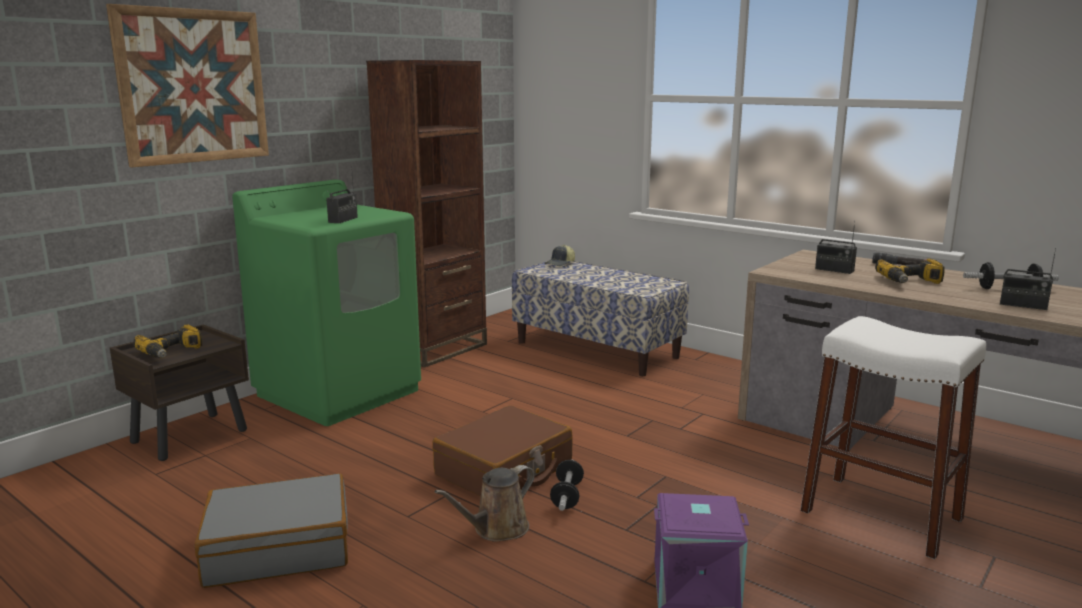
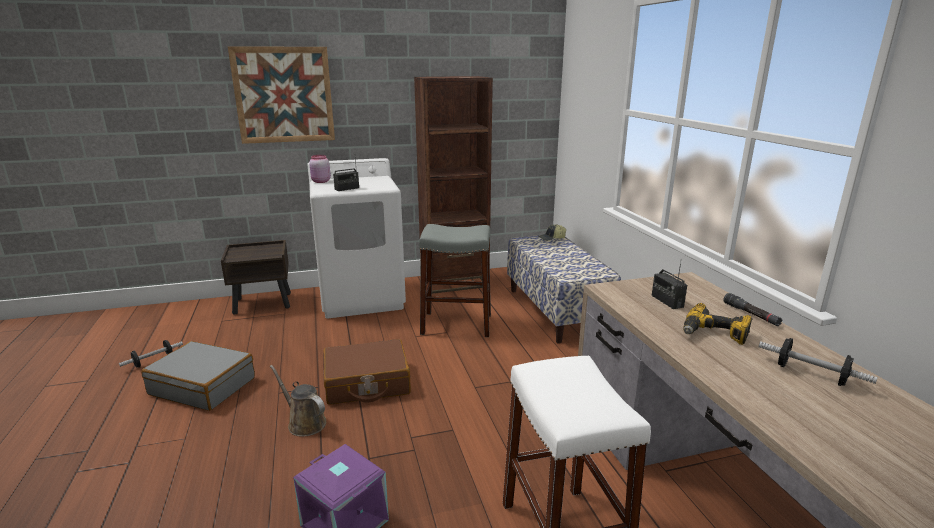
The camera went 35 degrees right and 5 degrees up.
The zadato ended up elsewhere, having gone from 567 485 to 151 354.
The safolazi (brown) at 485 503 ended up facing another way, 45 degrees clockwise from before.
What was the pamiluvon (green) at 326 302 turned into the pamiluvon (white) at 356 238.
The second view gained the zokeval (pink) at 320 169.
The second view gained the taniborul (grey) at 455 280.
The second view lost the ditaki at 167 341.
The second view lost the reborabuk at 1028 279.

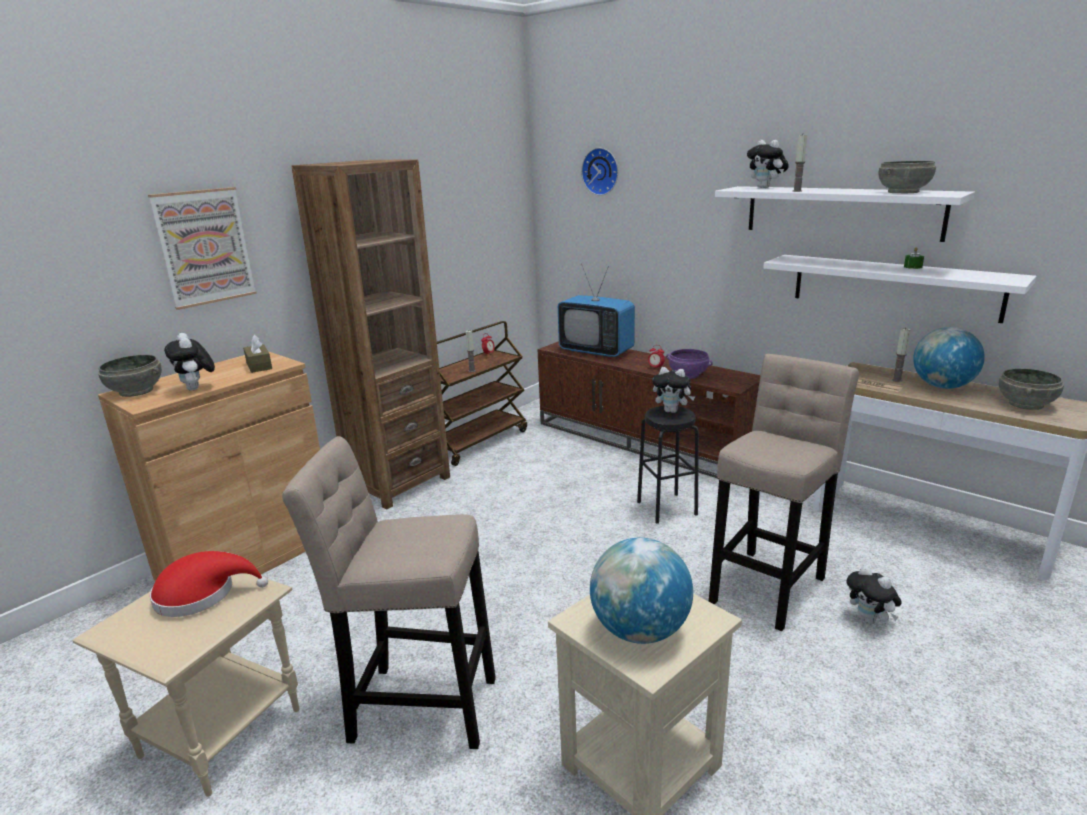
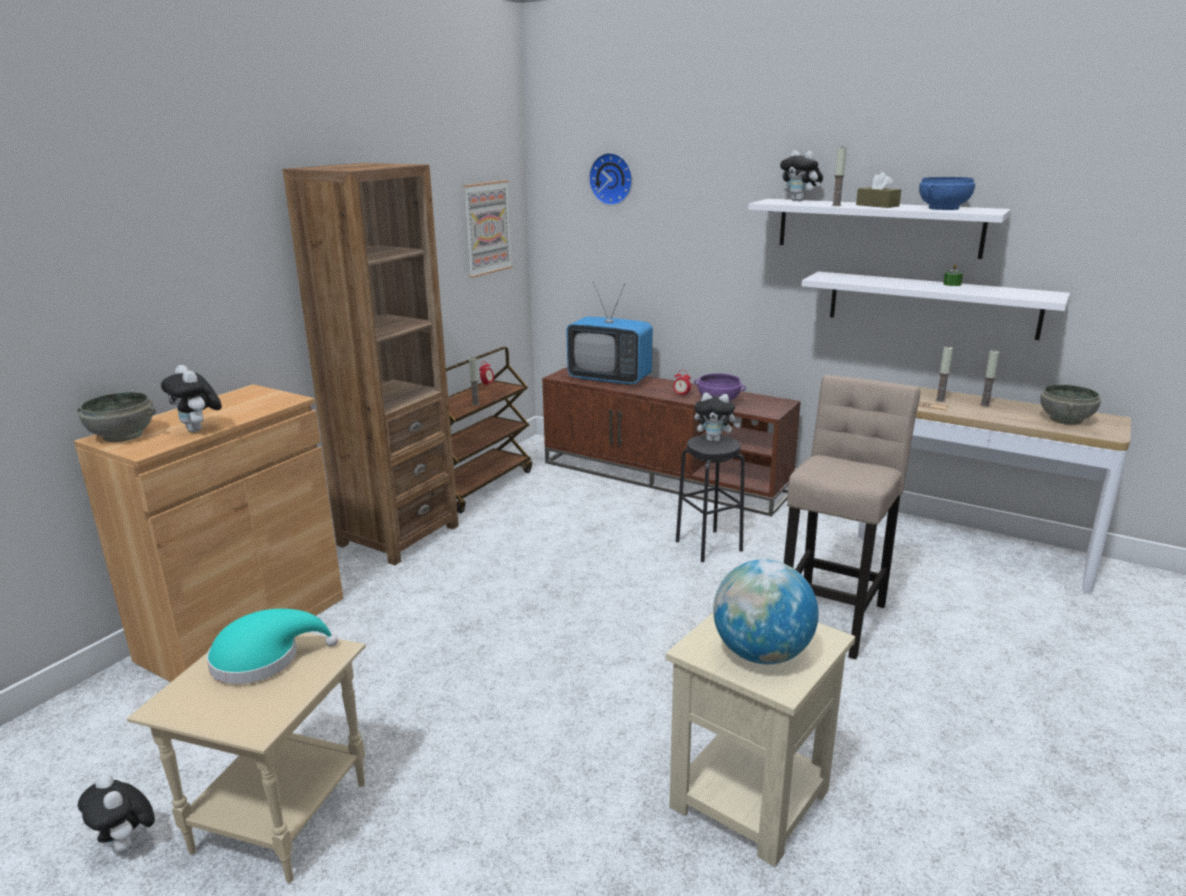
The camera went 10 degrees left and 0 degrees up.
The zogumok ended up elsewhere, having gone from 874 595 to 116 814.
What was the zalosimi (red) at 209 584 turned into the zalosimi (turquoise) at 272 646.
The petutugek ended up elsewhere, having gone from 202 248 to 488 229.
The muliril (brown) ended up elsewhere, having gone from 257 354 to 878 190.
What was the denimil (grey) at 907 177 turned into the denimil (blue) at 947 193.
Where the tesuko stood at 949 358, the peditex came to stand at 989 378.
The second view lost the taniborul (beige) at 389 592.

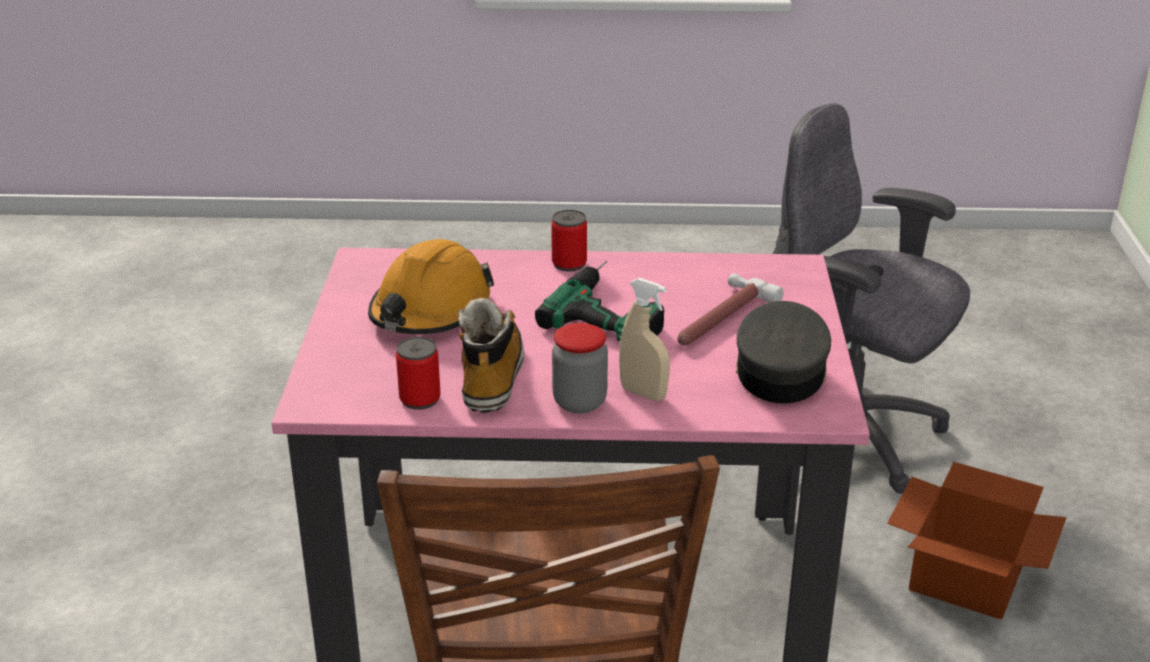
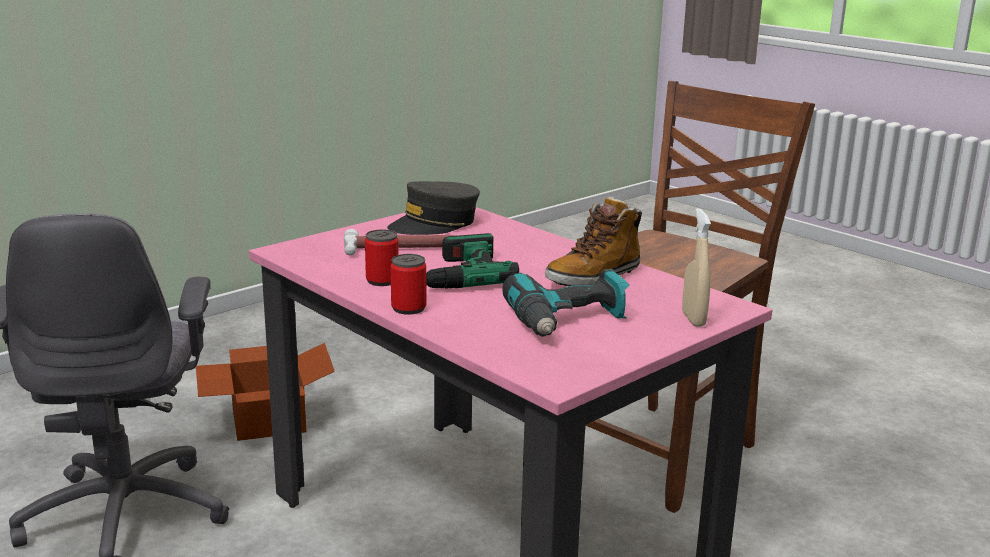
The camera went 135 degrees left and 10 degrees down.
The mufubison ended up elsewhere, having gone from 418 373 to 382 258.
Where the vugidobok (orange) stood at 431 286, the ditaki came to stand at 566 302.
The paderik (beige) ended up elsewhere, having gone from 644 339 to 696 267.
The second view lost the zokeval at 580 368.

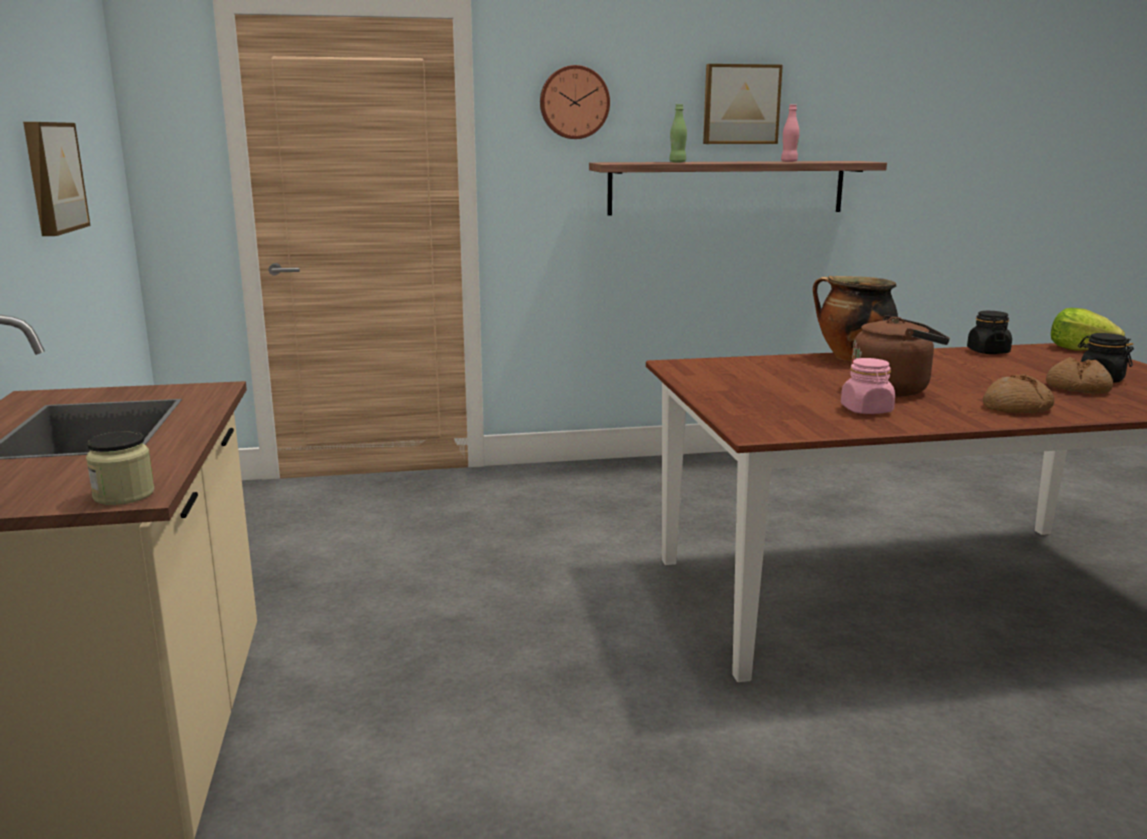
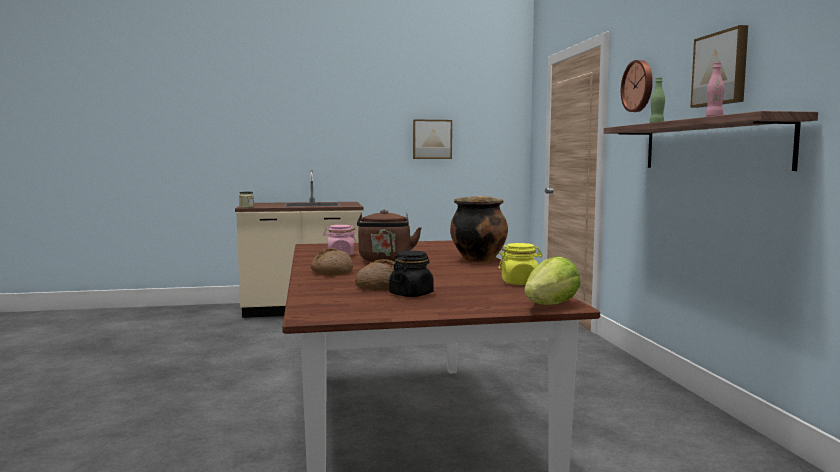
The camera went 90 degrees right and 10 degrees down.
What was the zokeval (black) at 989 332 turned into the zokeval (yellow) at 521 264.

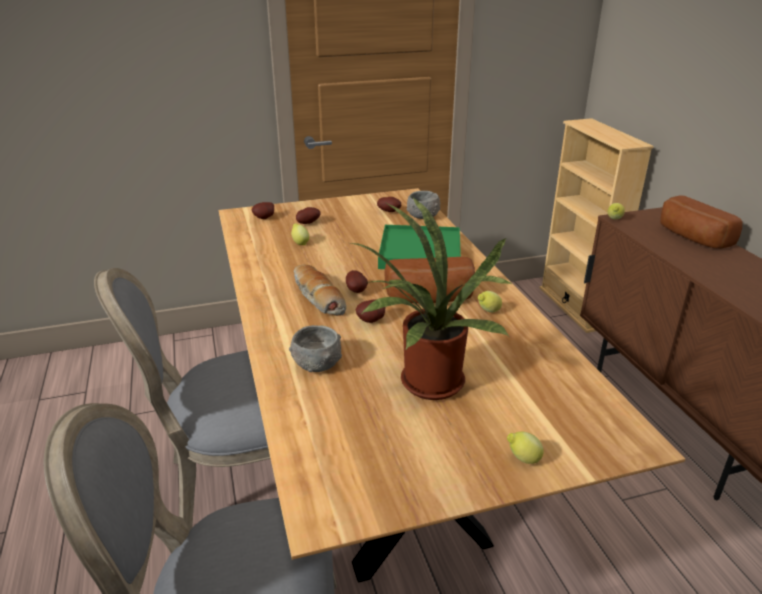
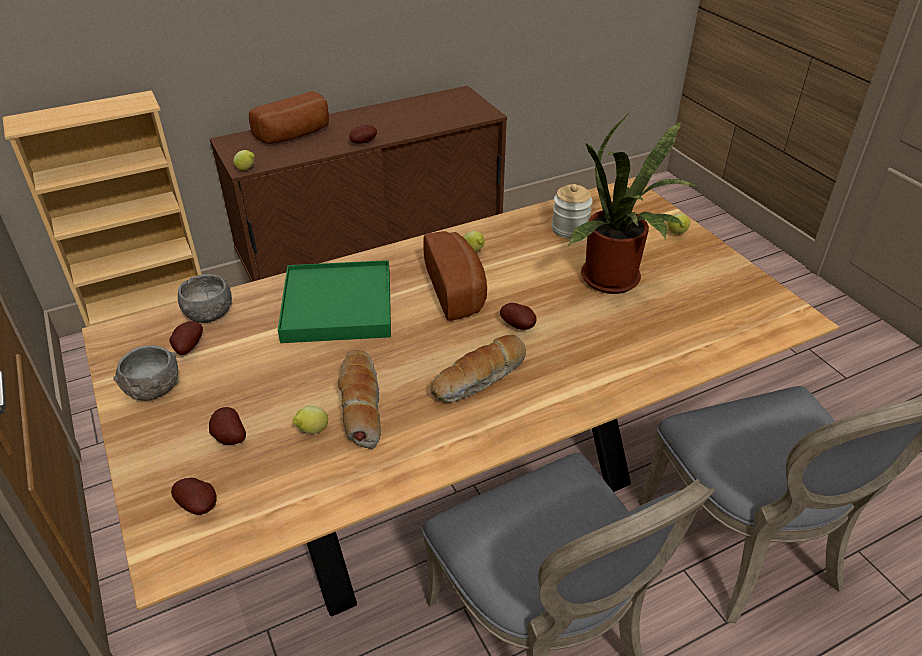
The camera went 100 degrees left and 10 degrees up.
The denimil (grey) ended up elsewhere, having gone from 315 348 to 146 373.
The second view gained the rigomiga at 359 399.
The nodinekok ended up elsewhere, having gone from 357 281 to 363 134.
The second view gained the zokeval at 572 211.

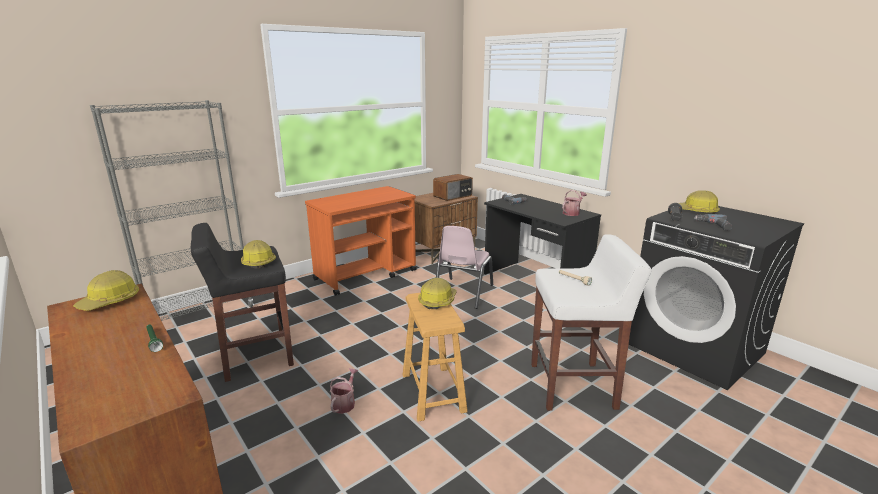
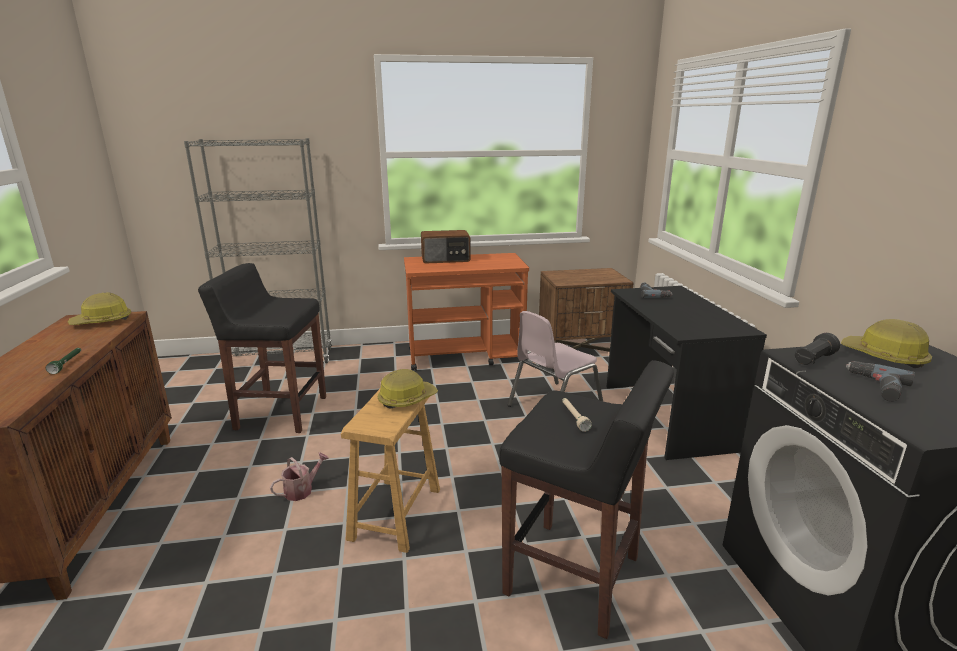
The camera went 30 degrees right and 0 degrees up.
The reborabuk ended up elsewhere, having gone from 453 187 to 446 247.
What was the taniborul (white) at 591 322 turned into the taniborul (black) at 586 499.
The second view lost the vugidobok at 258 254.
The second view lost the safolazi at 574 203.

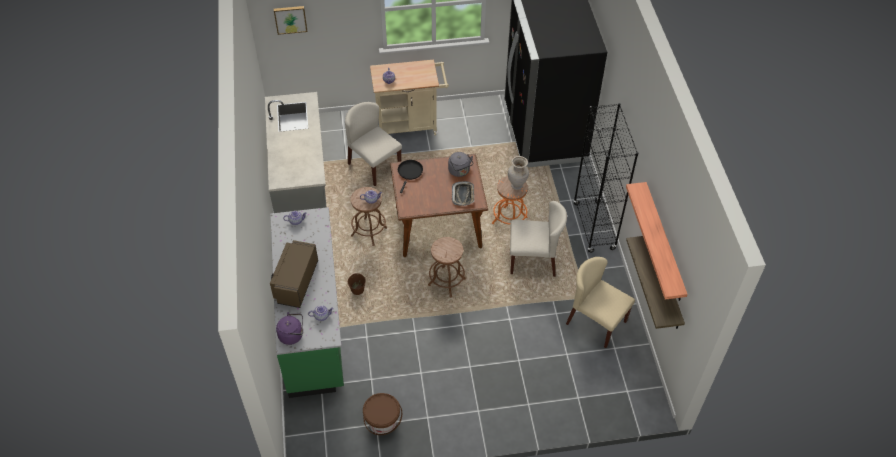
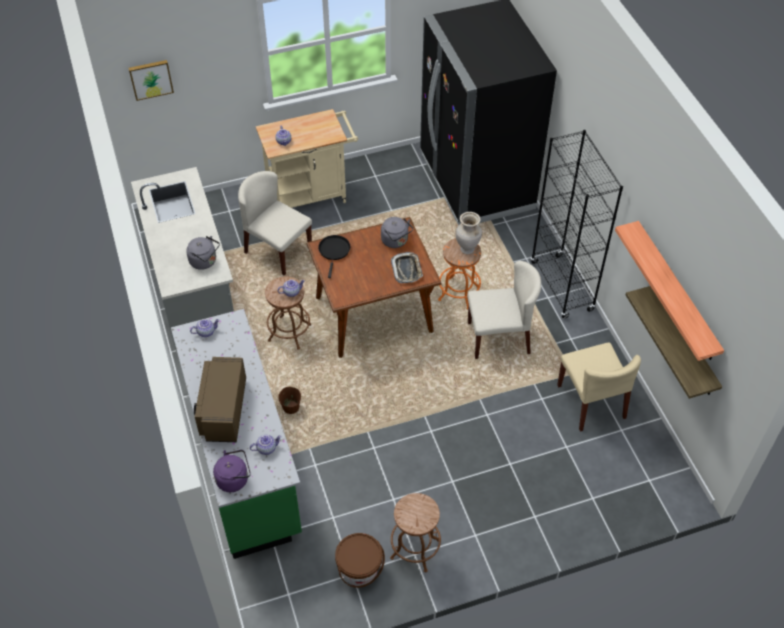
The camera went 10 degrees left and 0 degrees up.
The second view gained the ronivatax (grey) at 203 253.
The taniborul (brown) ended up elsewhere, having gone from 447 267 to 415 532.
The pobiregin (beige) at 600 302 ended up facing another way, 135 degrees counterclockwise from before.

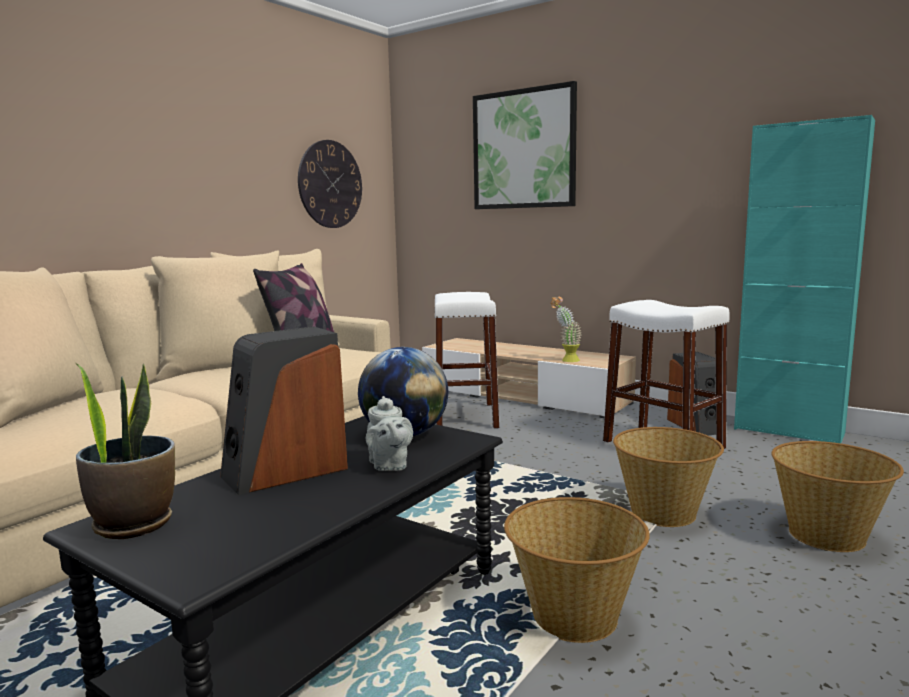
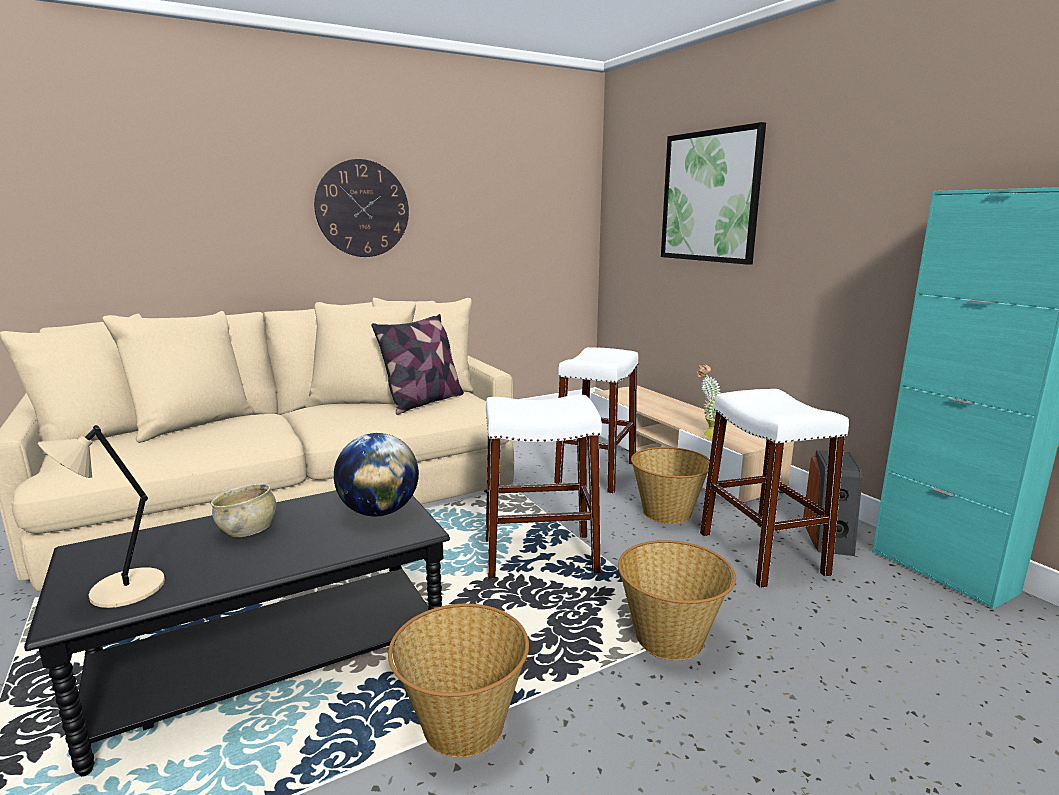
The camera went 25 degrees right and 5 degrees up.
The second view gained the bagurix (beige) at 101 516.
Where the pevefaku stood at 284 410, the denimil (beige) came to stand at 243 510.
The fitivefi ended up elsewhere, having gone from 330 184 to 361 208.
The second view gained the taniborul (white) at 544 487.
The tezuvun ended up elsewhere, having gone from 837 496 to 670 485.
The second view lost the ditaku at 125 451.
The second view lost the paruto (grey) at 389 433.

